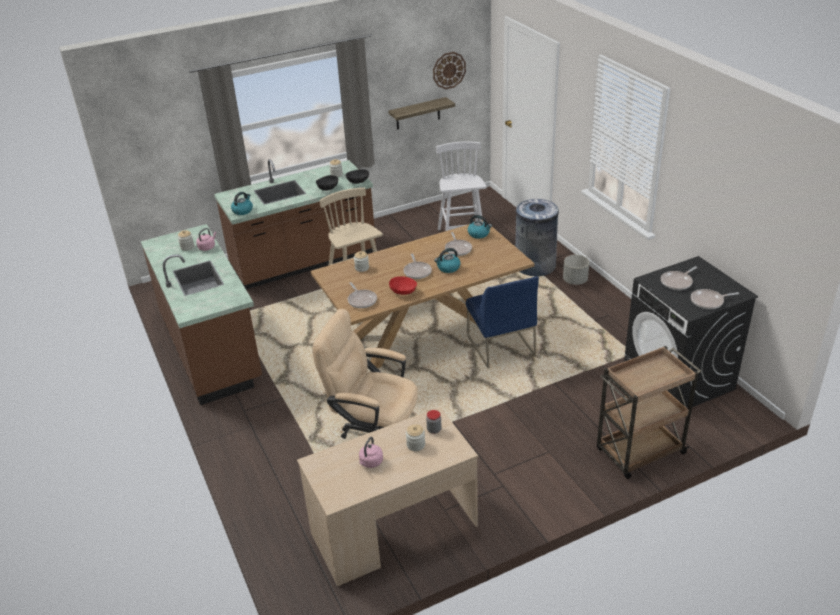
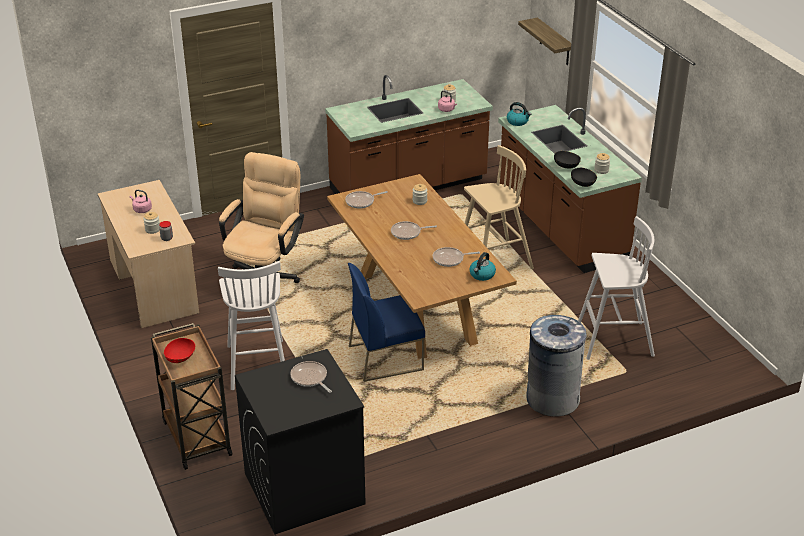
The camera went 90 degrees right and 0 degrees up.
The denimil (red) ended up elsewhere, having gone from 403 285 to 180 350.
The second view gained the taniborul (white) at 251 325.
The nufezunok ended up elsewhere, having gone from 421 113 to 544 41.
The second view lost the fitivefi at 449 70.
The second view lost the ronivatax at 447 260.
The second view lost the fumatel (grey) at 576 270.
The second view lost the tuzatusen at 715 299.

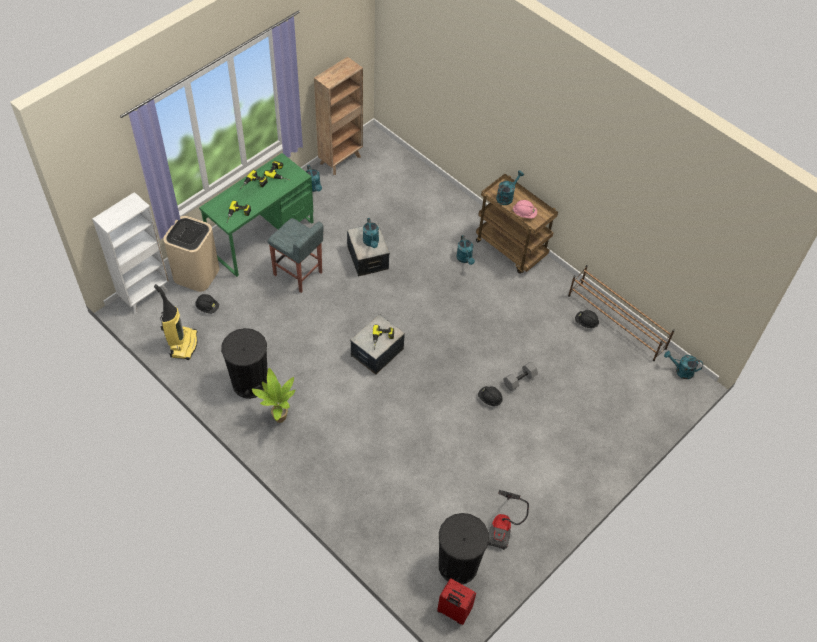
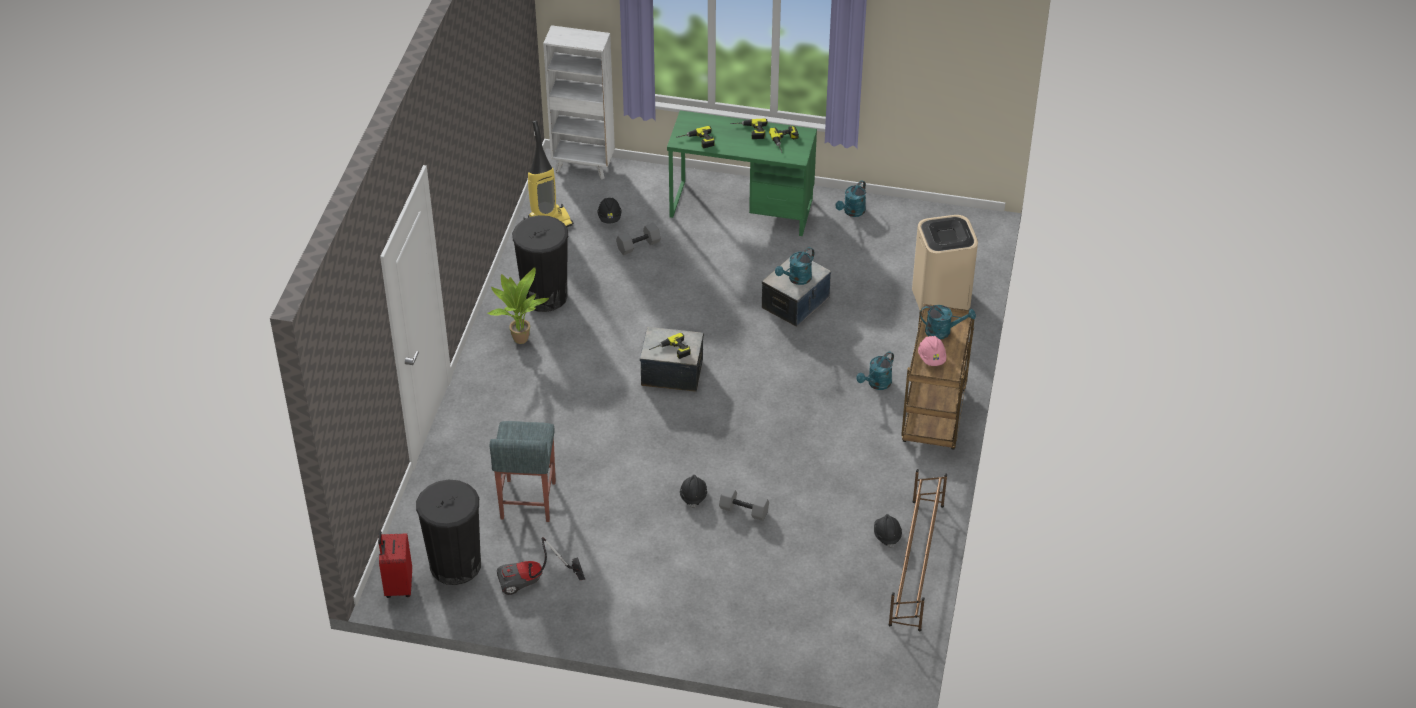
The camera went 60 degrees right and 10 degrees down.
The taniborul (grey) ended up elsewhere, having gone from 296 255 to 522 471.
The second view gained the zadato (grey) at 638 239.
The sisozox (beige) ended up elsewhere, having gone from 191 254 to 945 262.
The second view lost the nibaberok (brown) at 338 116.
The second view lost the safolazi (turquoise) at 683 365.

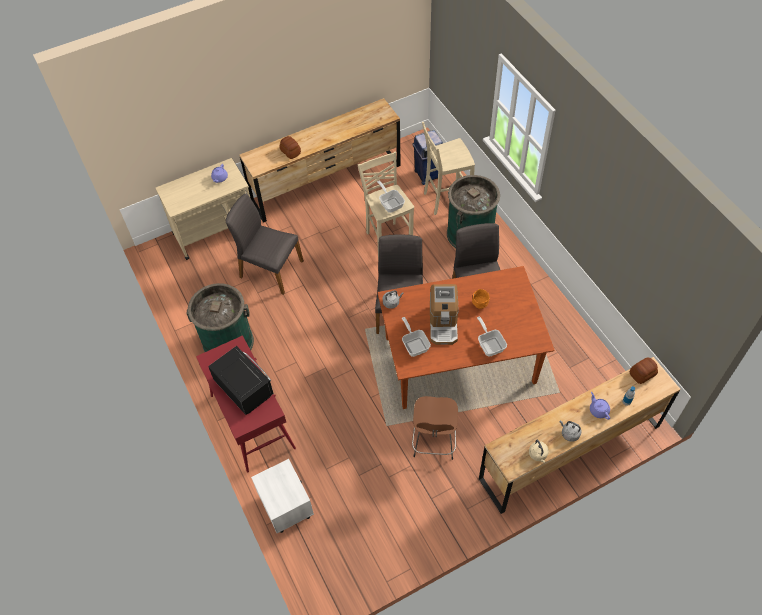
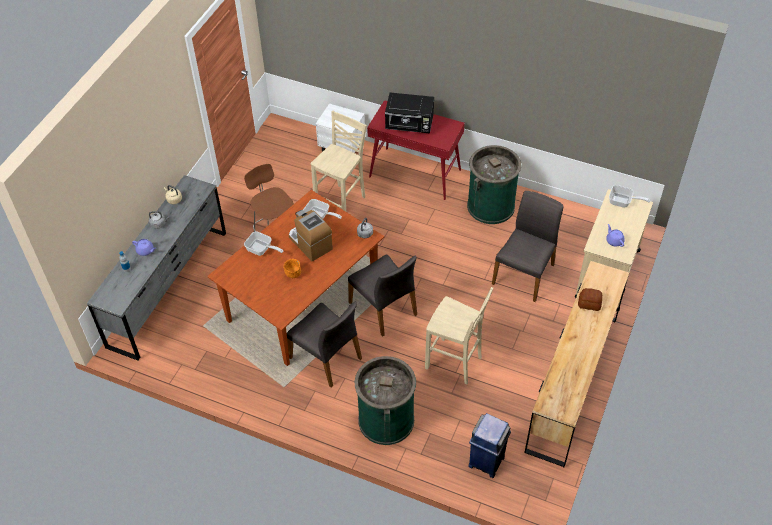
The camera went 140 degrees right and 5 degrees down.
What was the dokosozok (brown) at 580 435 turned into the dokosozok (grey) at 156 268.
The taniborul (beige) ended up elsewhere, having gone from 448 168 to 339 160.
The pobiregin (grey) at 265 244 ended up facing another way, 45 degrees counterclockwise from before.
The tuzatusen ended up elsewhere, having gone from 391 197 to 629 196.
The second view lost the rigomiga at 644 371.

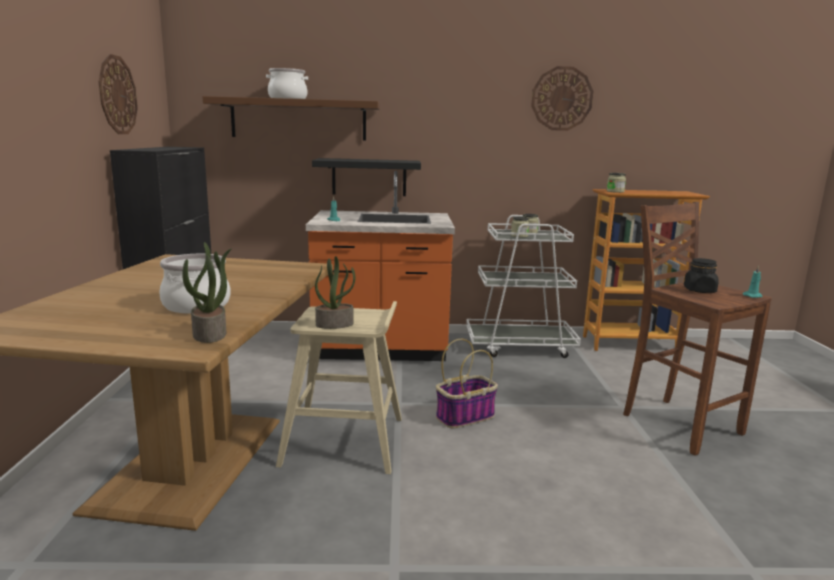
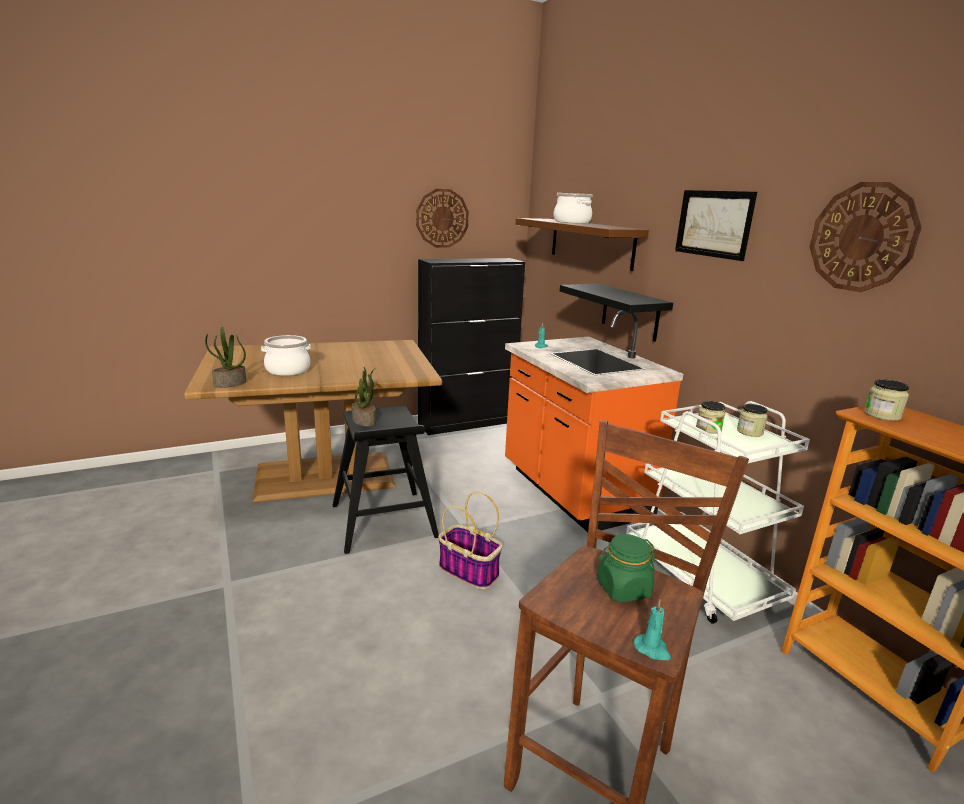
The camera went 65 degrees right and 5 degrees up.
What was the taniborul (beige) at 339 387 turned into the taniborul (black) at 386 480.
What was the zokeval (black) at 701 275 turned into the zokeval (green) at 626 568.
The second view gained the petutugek at 716 225.

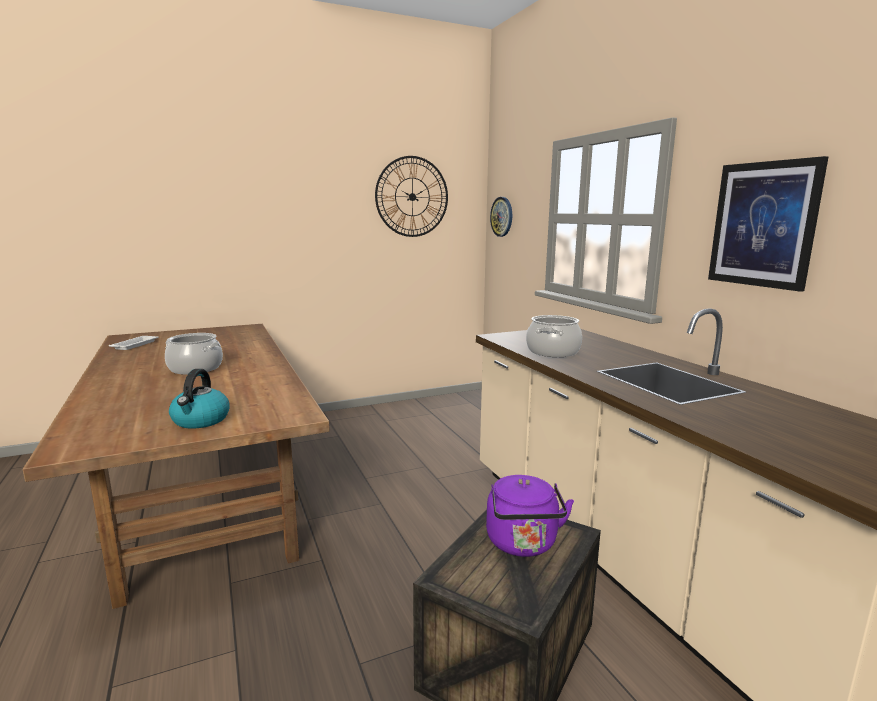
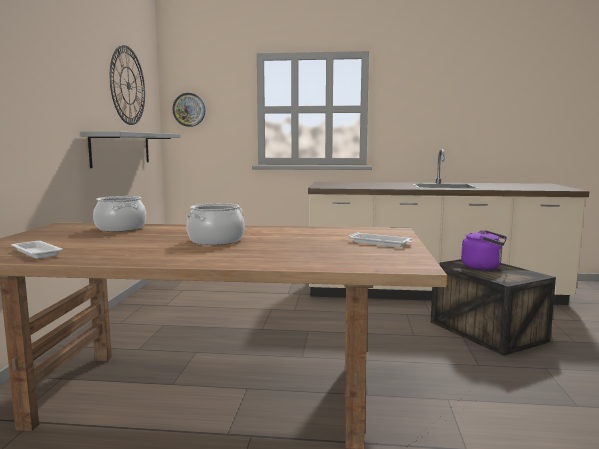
The camera went 60 degrees left and 5 degrees down.
The second view gained the nufezunok (grey) at 130 149.
The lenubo ended up elsewhere, having gone from 554 336 to 119 214.
Where the ronivatax stood at 199 399, the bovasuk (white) came to stand at 379 239.
The second view lost the petutugek at 768 224.

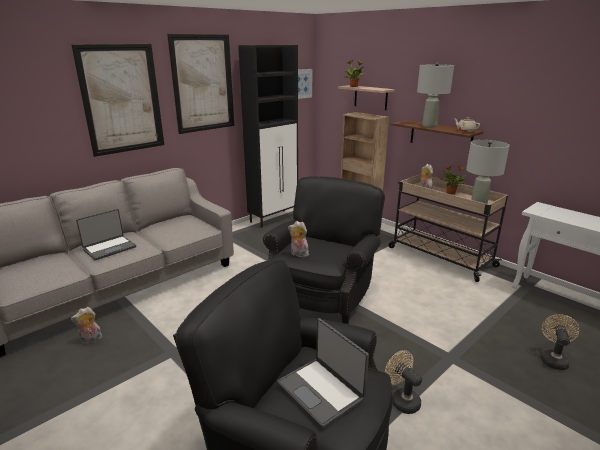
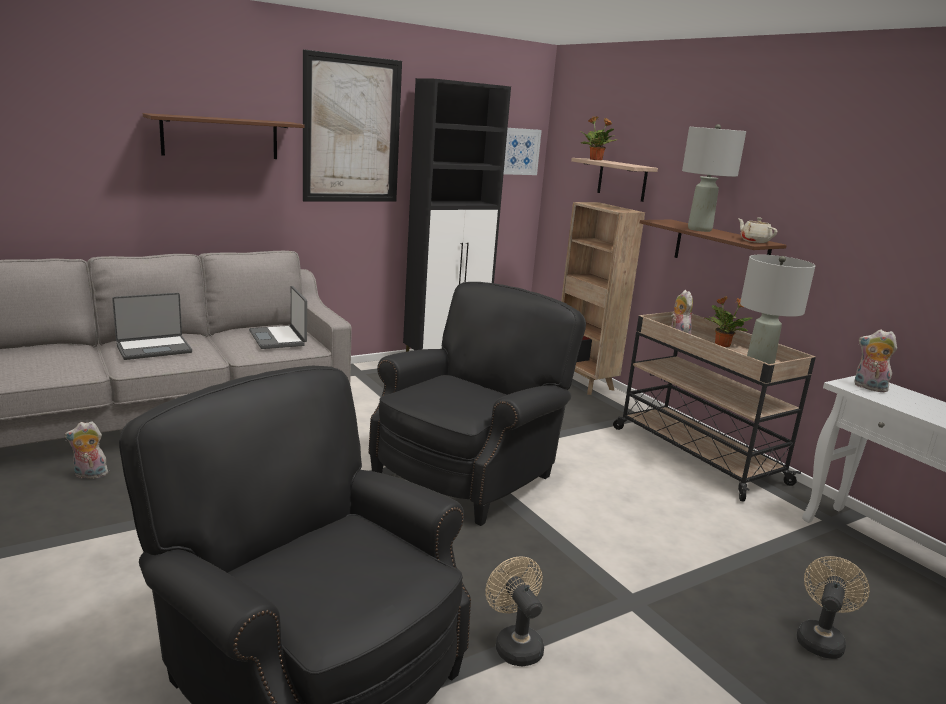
The camera went 10 degrees right and 5 degrees down.
Where the petutugek hung at 117 100, the nufezunok (brown) came to hang at 224 136.
The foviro ended up elsewhere, having gone from 323 373 to 278 317.
The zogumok ended up elsewhere, having gone from 299 239 to 875 361.

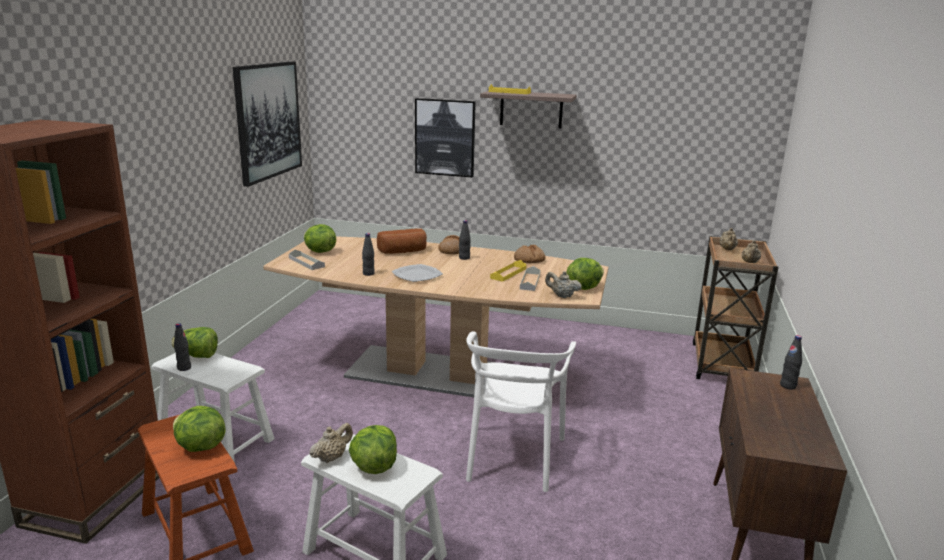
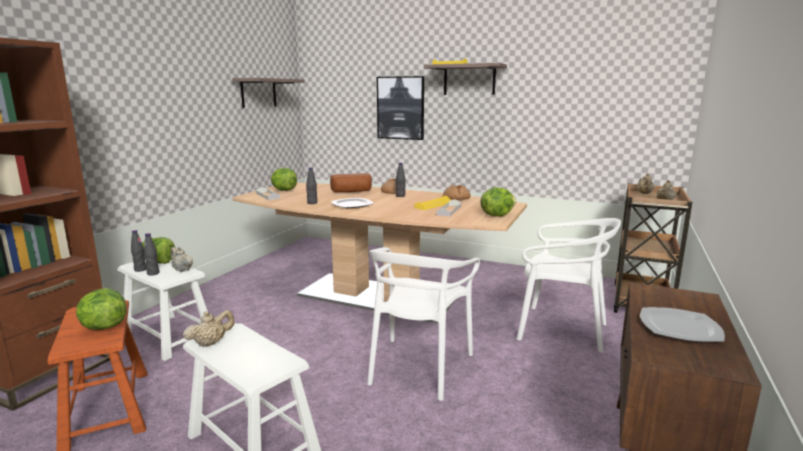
The camera went 10 degrees right and 5 degrees down.
The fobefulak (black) ended up elsewhere, having gone from 791 362 to 151 254.
The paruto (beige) ended up elsewhere, having gone from 563 284 to 181 259.
Where the petutugek hung at 267 124, the nufezunok came to hang at 268 93.
The second view gained the pobiregin (white) at 568 285.
The second view gained the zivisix at 682 324.
The second view lost the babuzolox at 373 449.

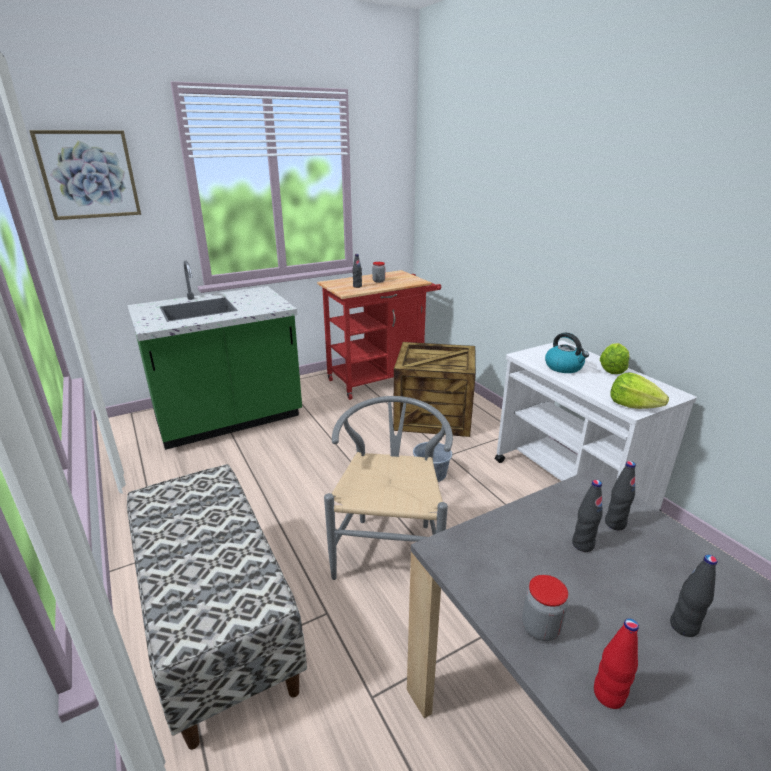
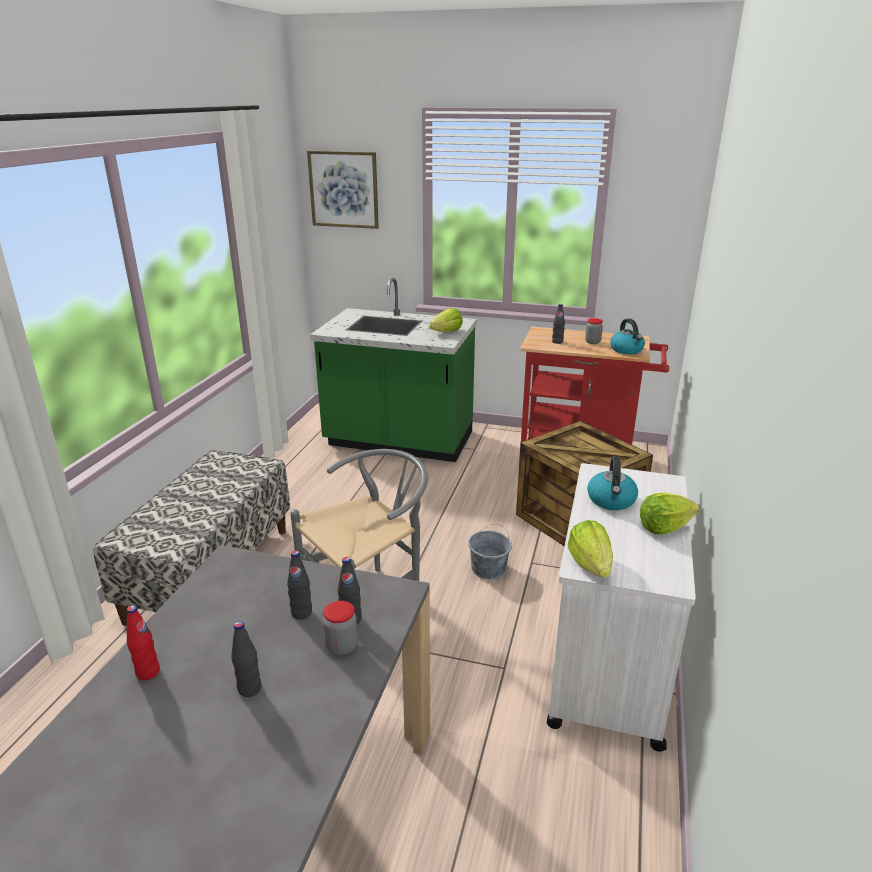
The camera went 45 degrees right and 0 degrees up.
The zokeval ended up elsewhere, having gone from 545 608 to 340 628.
The second view gained the babuzolox at 446 320.
The second view gained the ronivatax at 627 336.

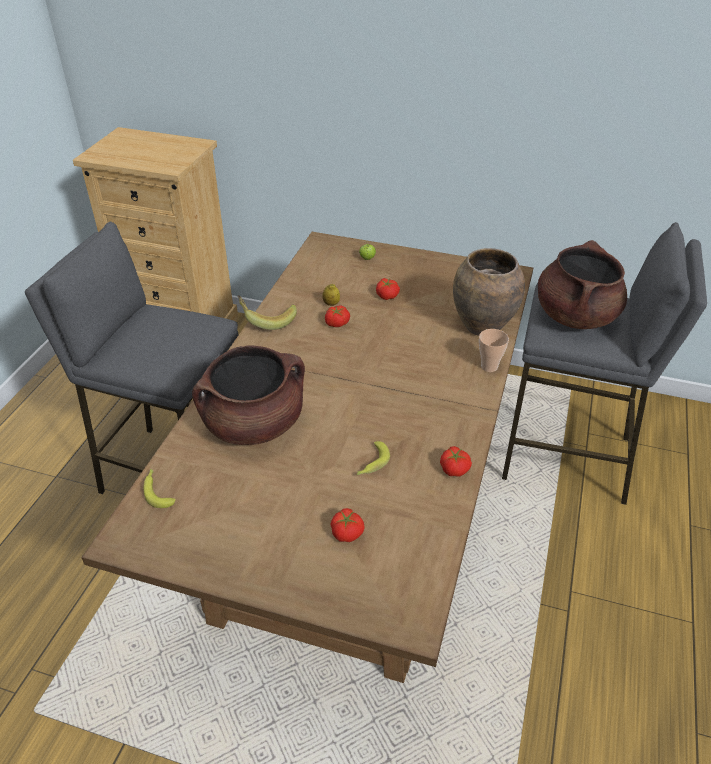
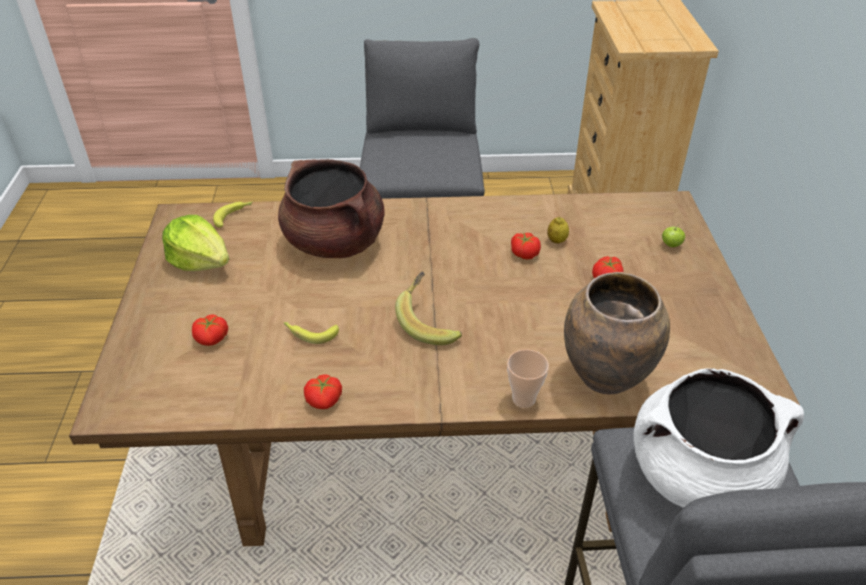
The camera went 70 degrees right and 0 degrees up.
The second view gained the babuzolox at 195 243.
The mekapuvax ended up elsewhere, having gone from 267 312 to 428 308.
What was the lenubo (brown) at 582 284 turned into the lenubo (white) at 718 438.

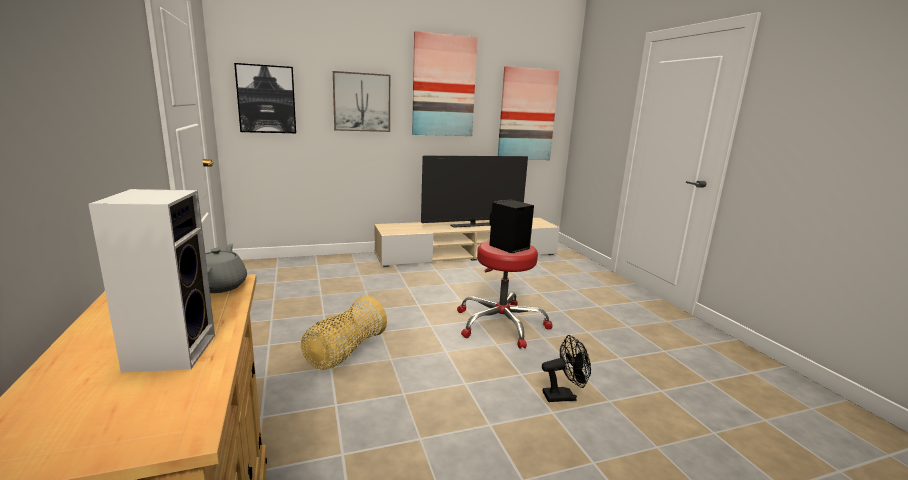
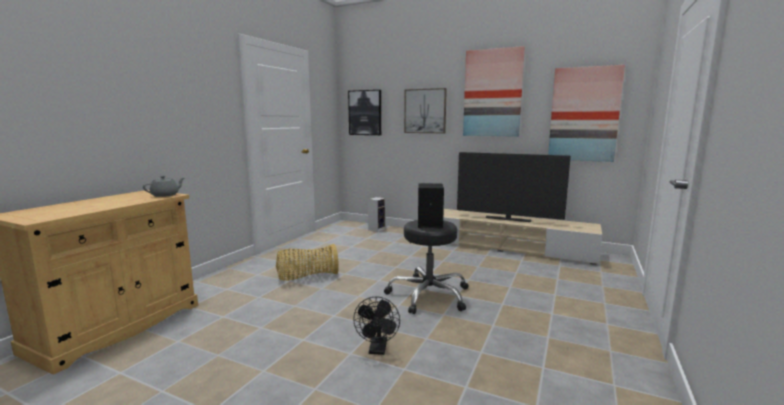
The camera went 45 degrees right and 5 degrees down.
The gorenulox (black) at 566 368 ended up facing another way, 60 degrees clockwise from before.
The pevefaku ended up elsewhere, having gone from 151 281 to 377 214.
What was the taniborul (red) at 505 294 turned into the taniborul (black) at 426 267.

